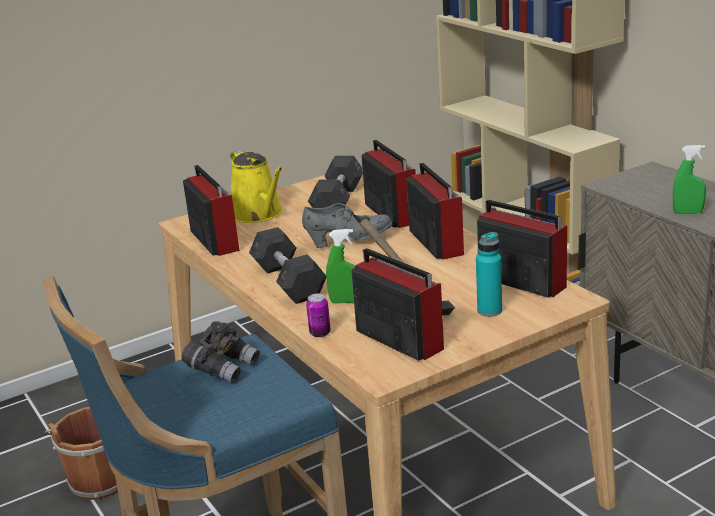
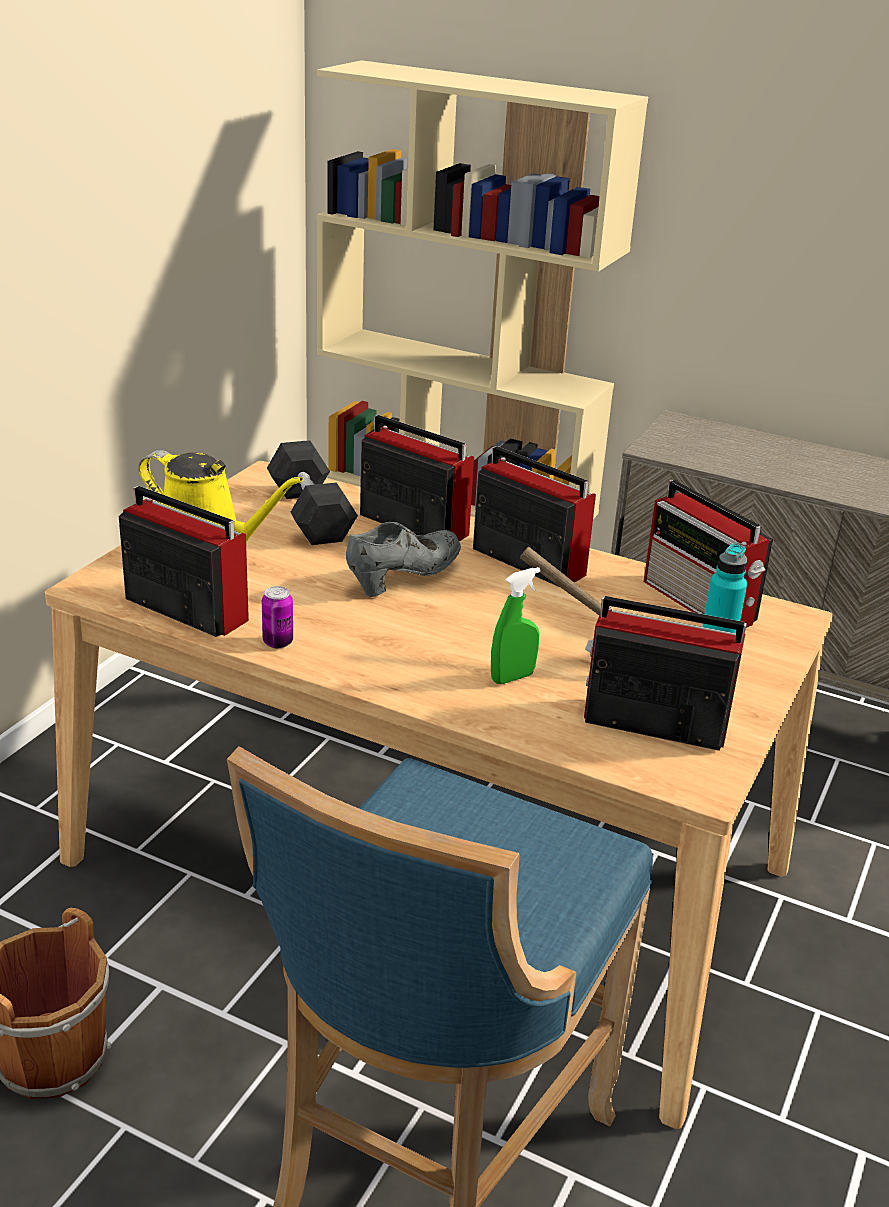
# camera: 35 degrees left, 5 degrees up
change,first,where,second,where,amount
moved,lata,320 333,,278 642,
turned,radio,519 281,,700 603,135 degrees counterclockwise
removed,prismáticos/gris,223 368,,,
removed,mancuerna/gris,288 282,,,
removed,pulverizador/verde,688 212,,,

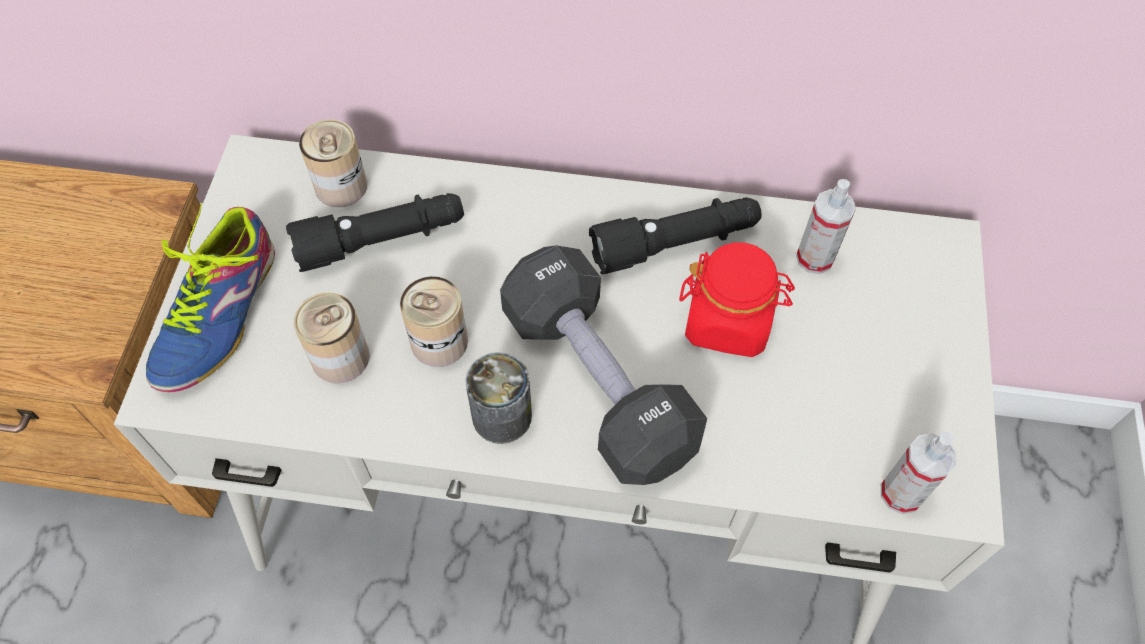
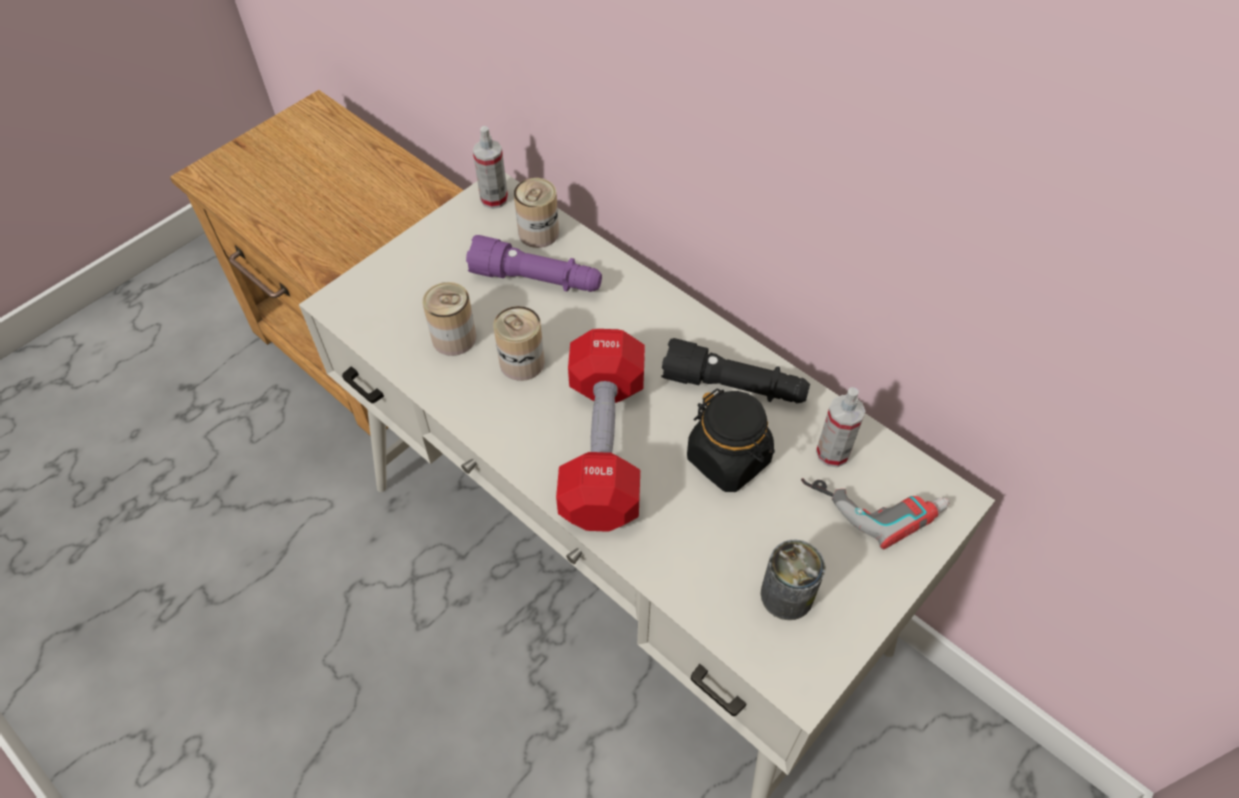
# camera: 35 degrees right, 5 degrees down
change,first,where,second,where,amount
recoloured,linterna/negro,382 240,linterna/morado,537 280,
moved,pulverizador,901 493,,494 199,
recoloured,mancuerna/negro,598 382,mancuerna/rojo,603 446,
recoloured,tarro/rojo,728 321,tarro/negro,729 459,
moved,lata,502 416,,786 595,
added,,,taladro,874 498,
removed,zapato,219 313,,,

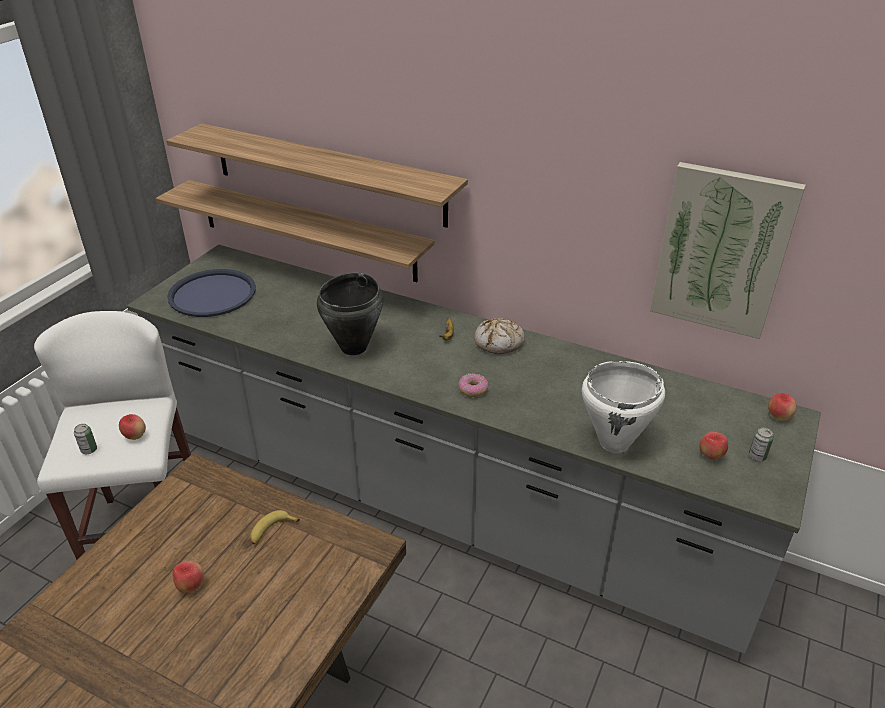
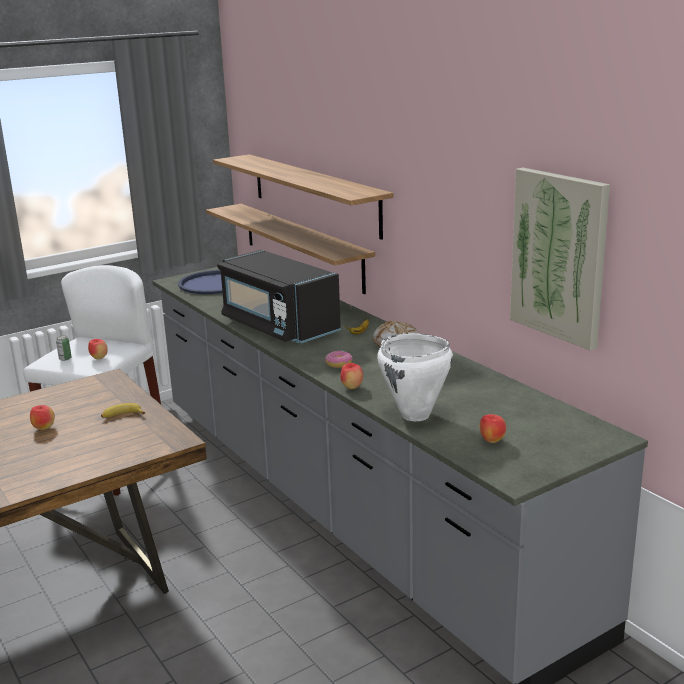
# camera: 30 degrees right, 15 degrees down
change,first,where,second,where,amount
replaced,olla/negro,354 347,microondas/negro,278 326,
moved,manzana,778 417,,352 387,
removed,lata,757 456,,,

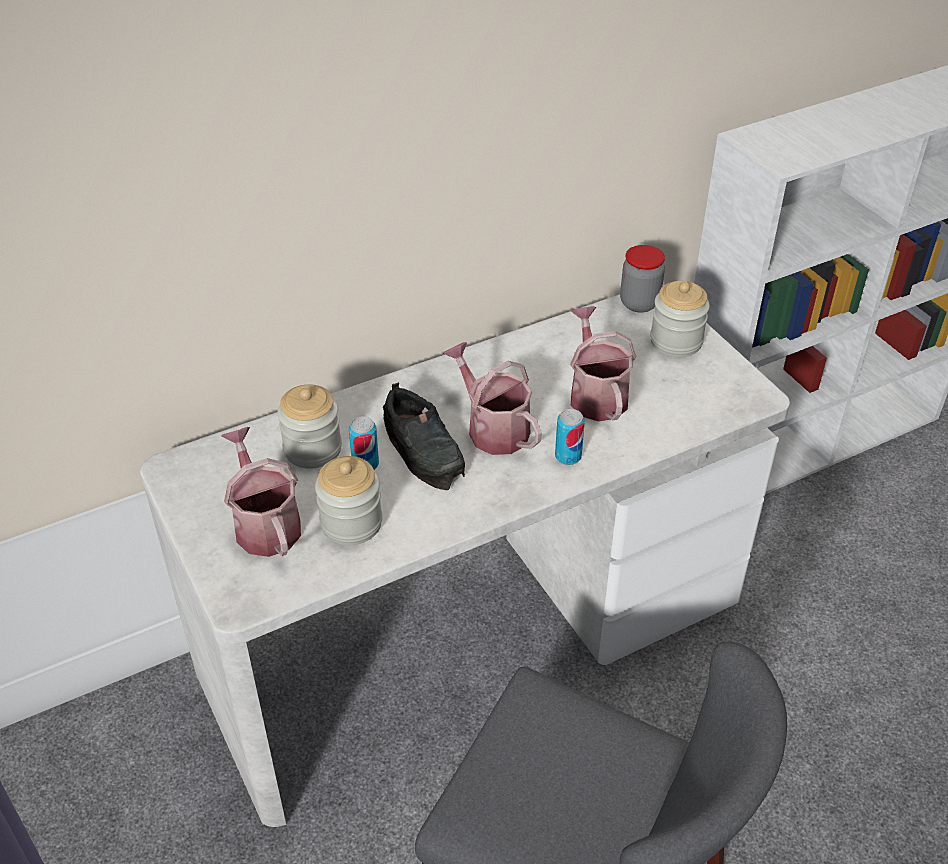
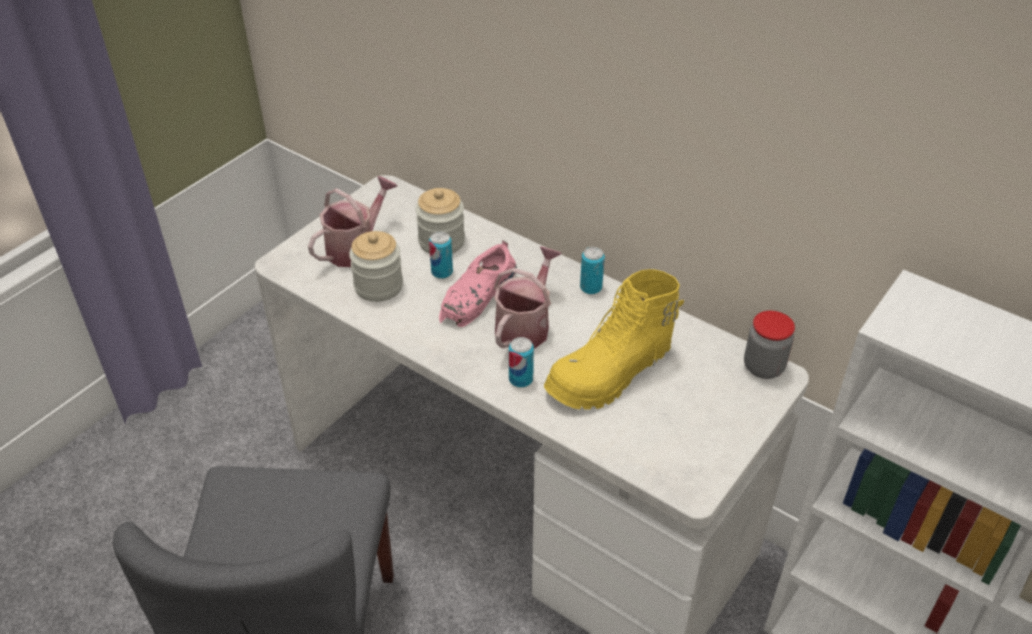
# camera: 65 degrees right, 0 degrees up
change,first,where,second,where,amount
recoloured,zapato/negro,424 448,zapato/rosa,478 295,
replaced,regadera,596 394,bota/amarillo,611 374,
added,,,lata,591 287,
removed,tarro,676 341,,,

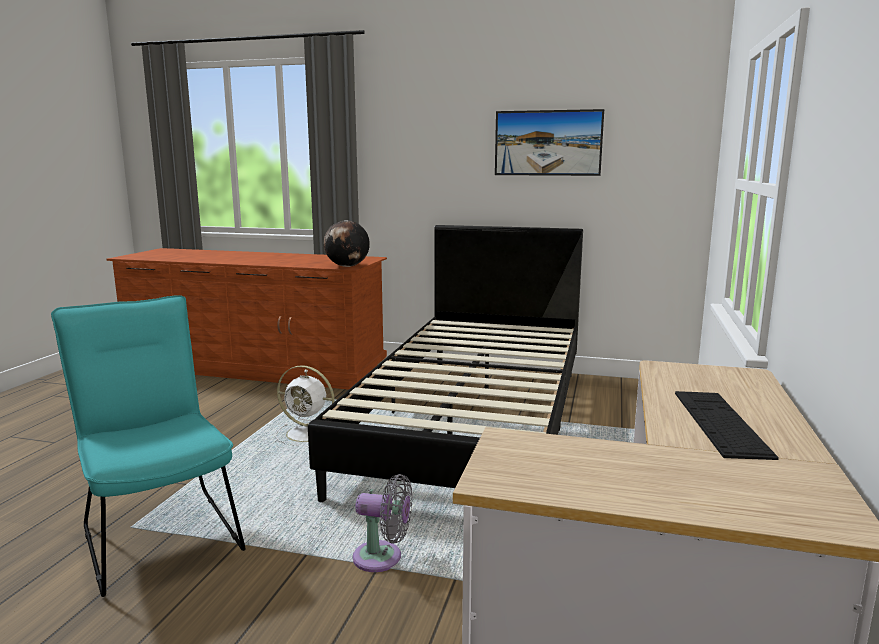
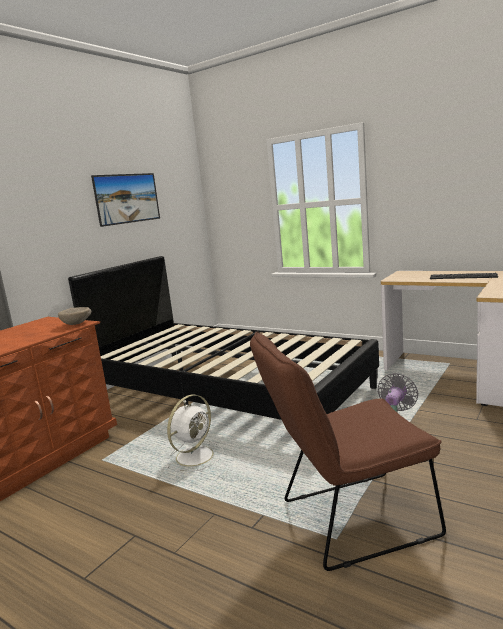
# camera: 70 degrees left, 0 degrees up
change,first,where,second,where,amount
replaced,globo terráqueo,347 266,cuenco/beis,77 324,
recoloured,silla/turquesa,159 532,silla/marrón,348 520,

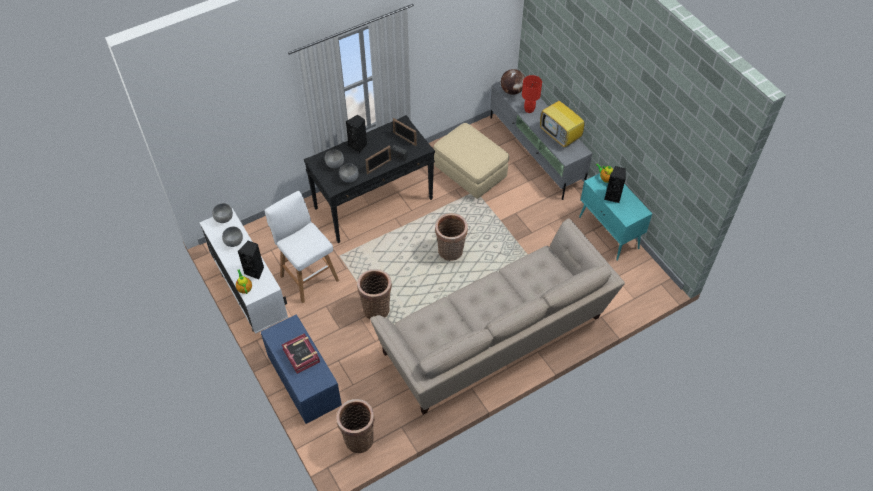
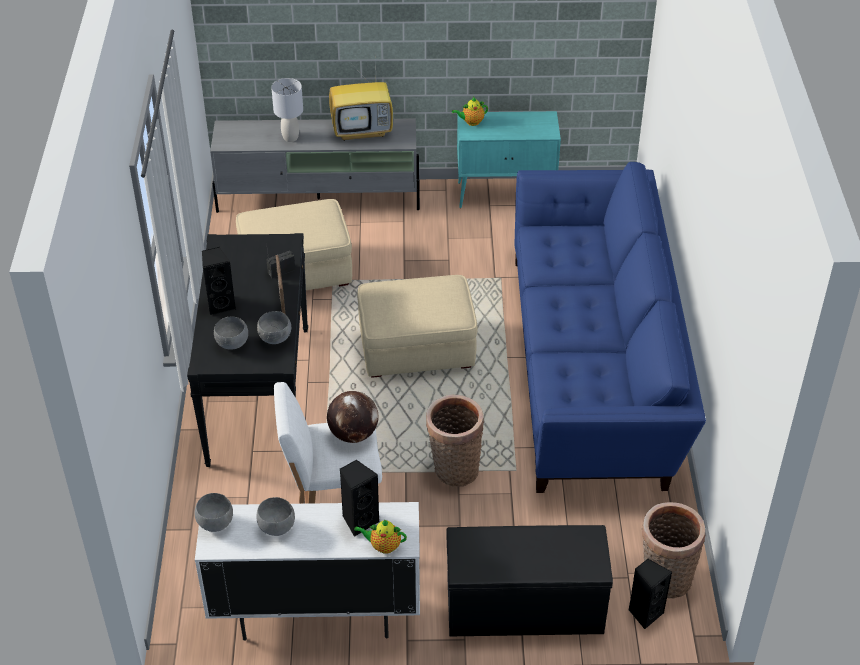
# camera: 60 degrees left, 10 degrees down
change,first,where,second,where,amount
recoloured,lámpara de mesa/rojo,529 110,lámpara de mesa/gris,291 137,
moved,globo terráqueo,512 91,,353 434,
replaced,cesta,450 252,puf/beis,417 350,
recoloured,banco/azul,303 380,banco/negro,523 607,
recoloured,sofá/beis,494 339,sofá/azul,594 367,
moved,altavoz/negro,613 196,,645 613,
removed,libro,301 355,,,
removed,portarretratos,404 139,,,

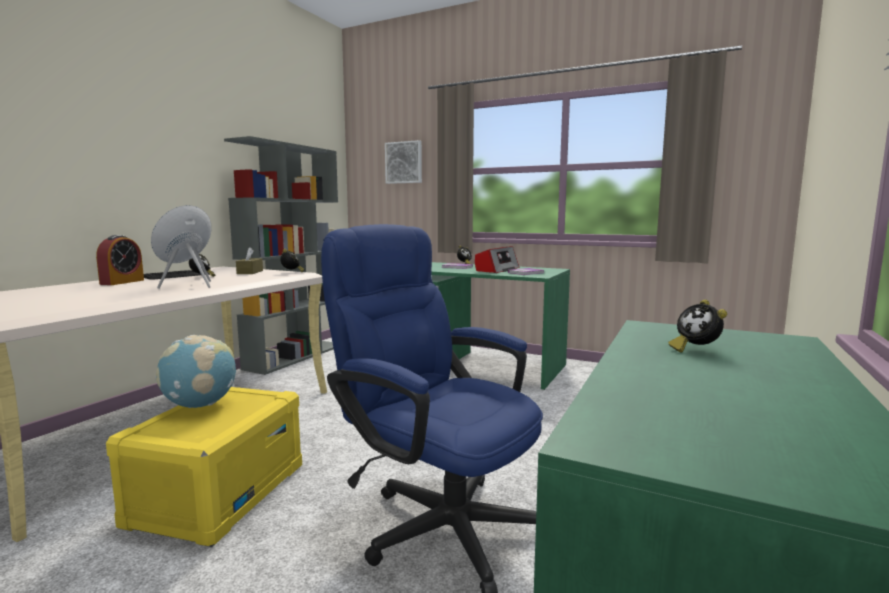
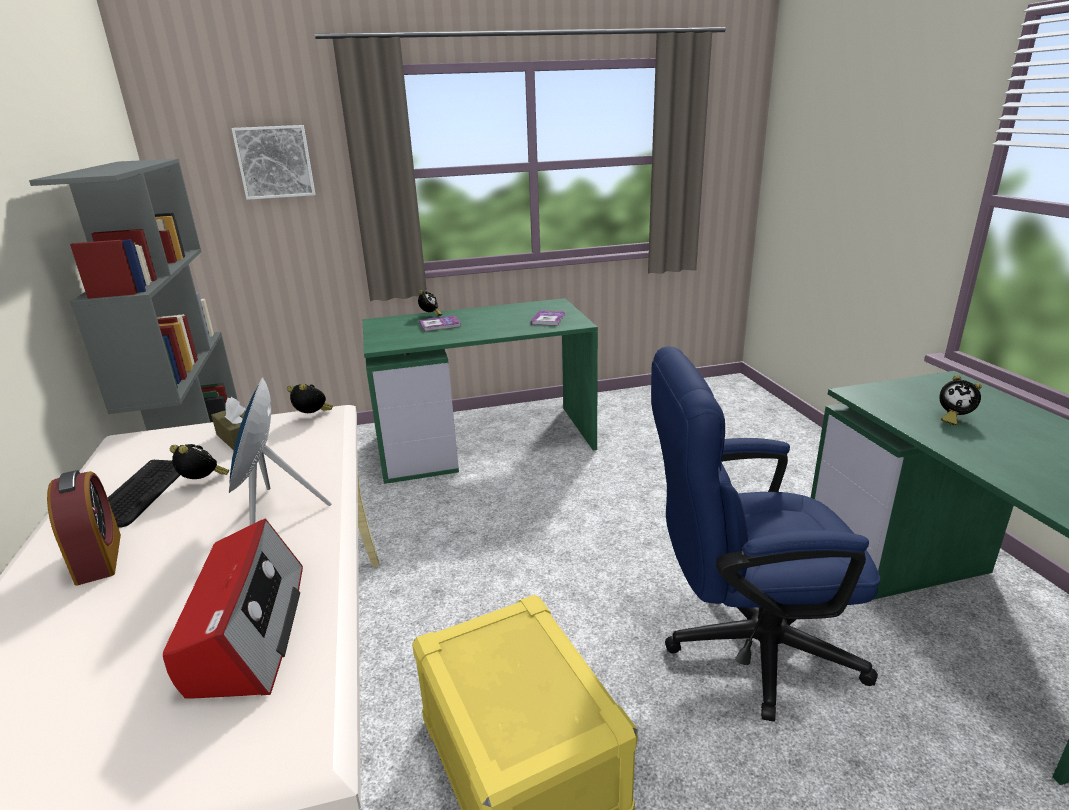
# camera: 40 degrees left, 15 degrees up
change,first,where,second,where,amount
moved,radio,497 270,,247 630,
removed,globo terráqueo,200 405,,,

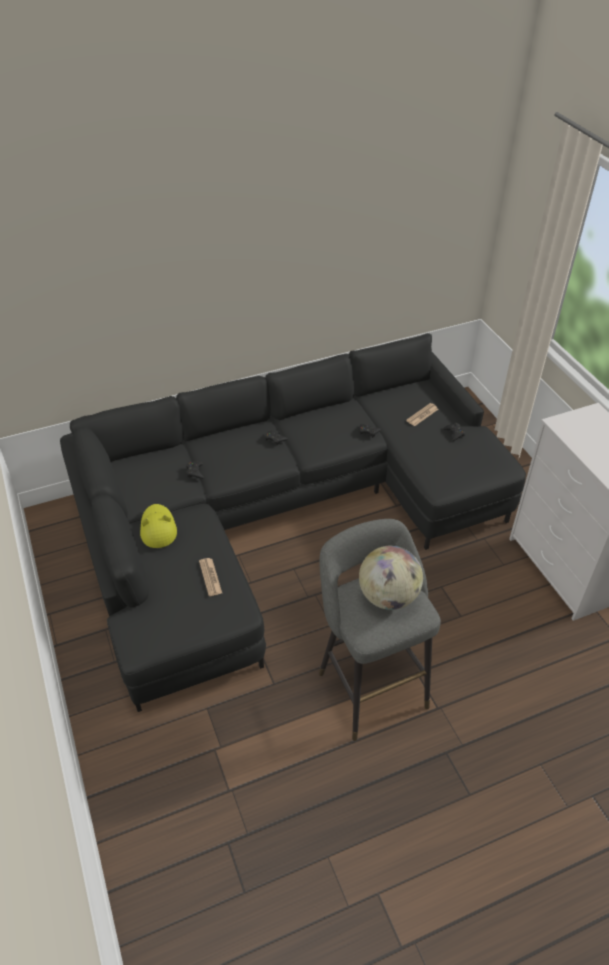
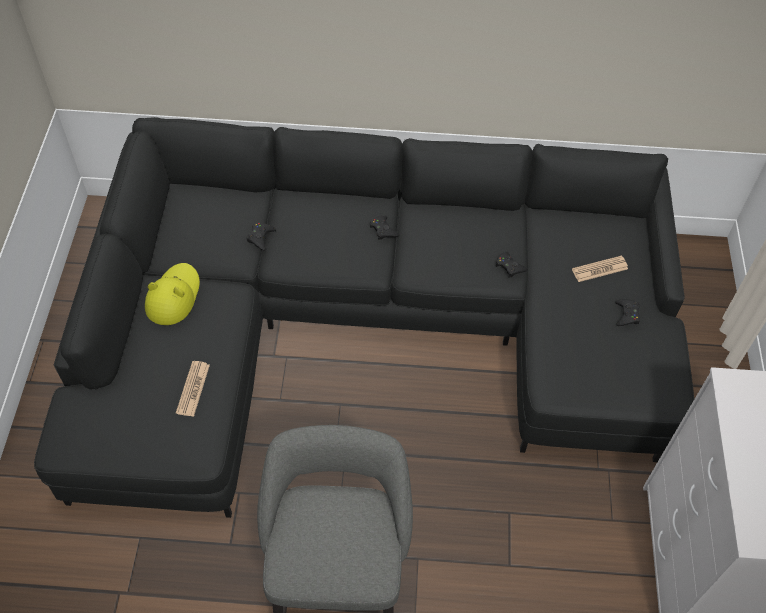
# camera: 25 degrees right, 10 degrees up
change,first,where,second,where,amount
removed,globo terráqueo,388 596,,,

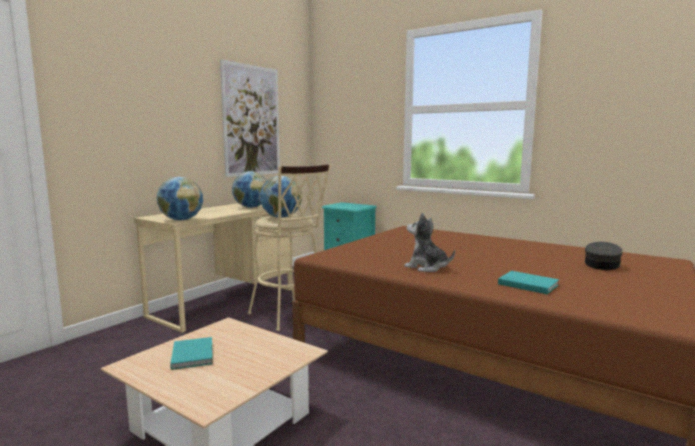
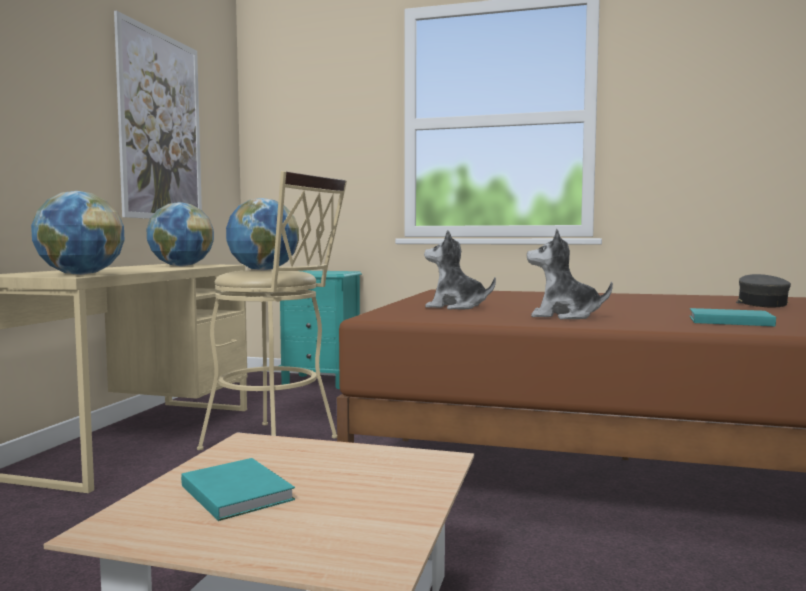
# camera: 20 degrees left, 5 degrees down
change,first,where,second,where,amount
added,,,peluche,455 307,

